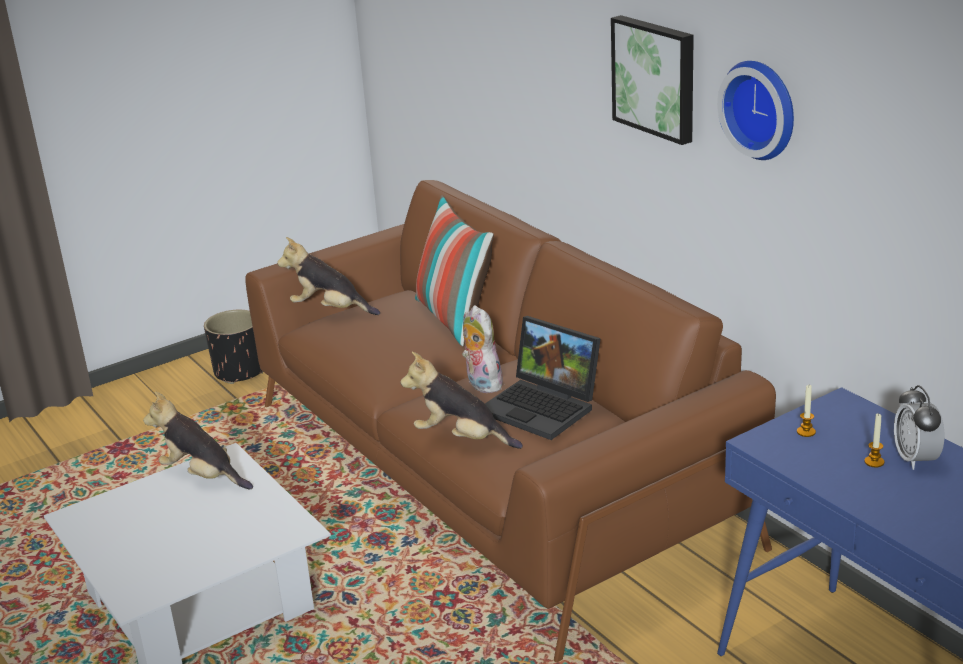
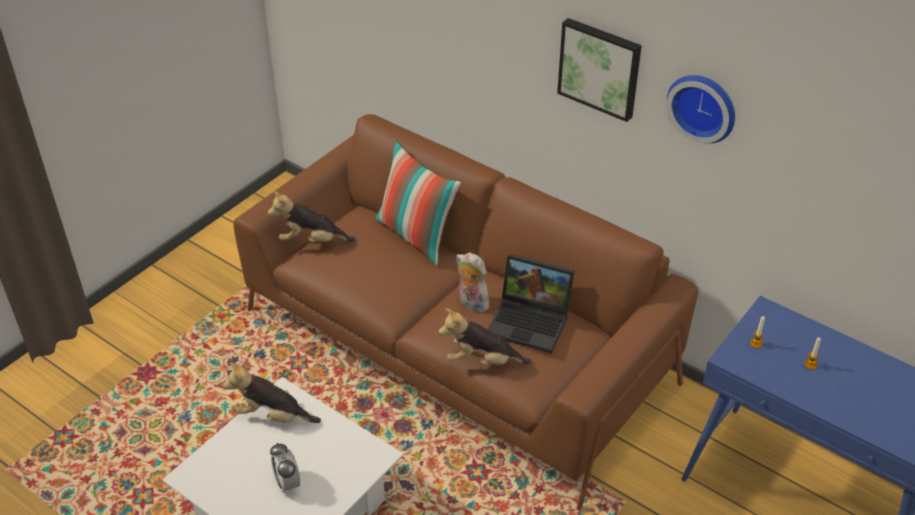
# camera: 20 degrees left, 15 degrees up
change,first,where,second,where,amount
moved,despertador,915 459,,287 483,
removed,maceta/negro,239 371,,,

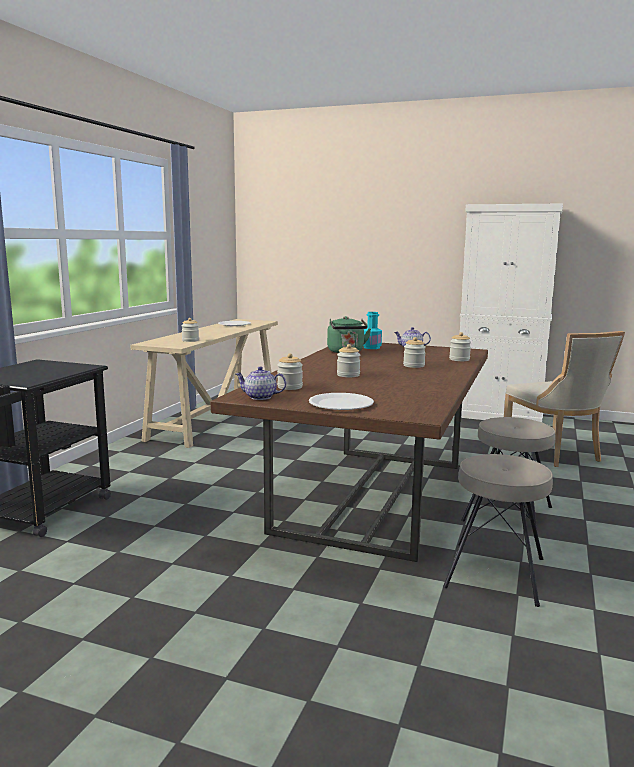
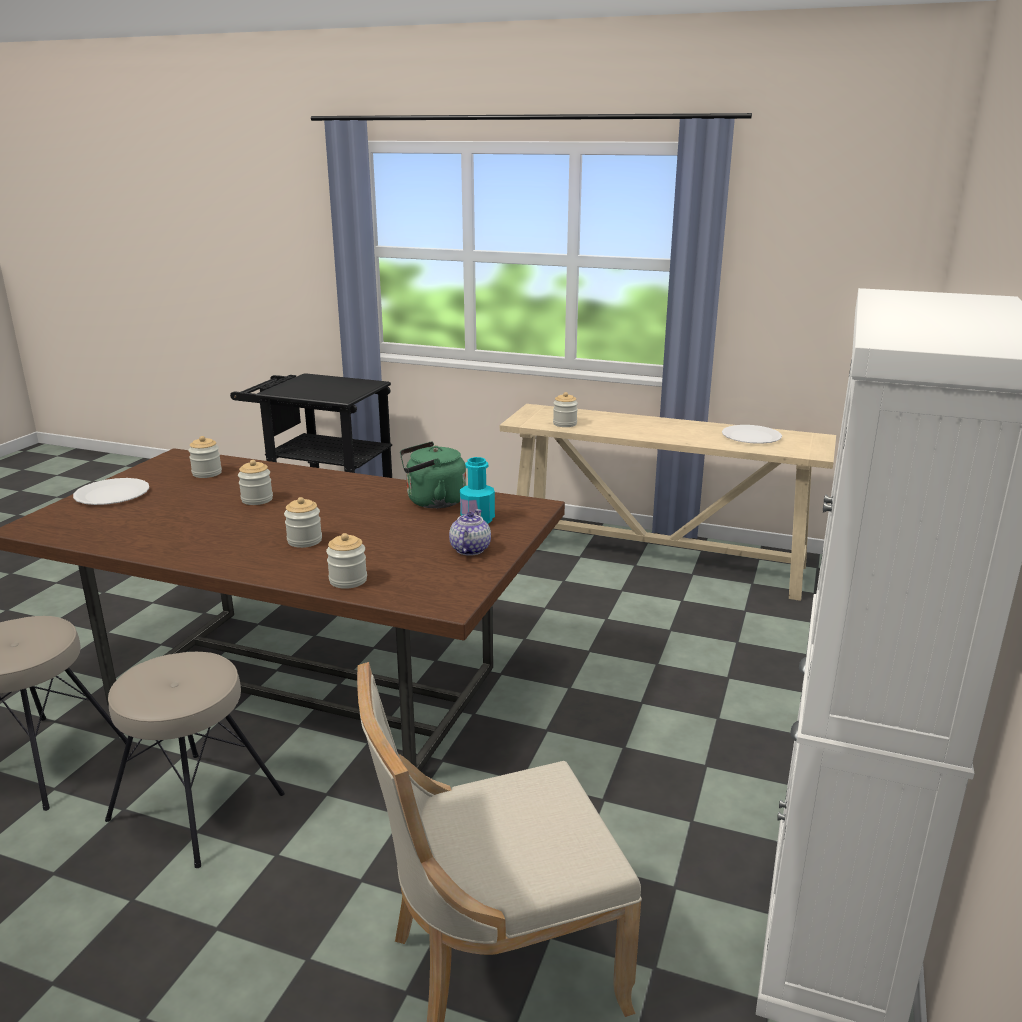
# camera: 90 degrees right, 10 degrees up
change,first,where,second,where,amount
removed,tetera,260 397,,,

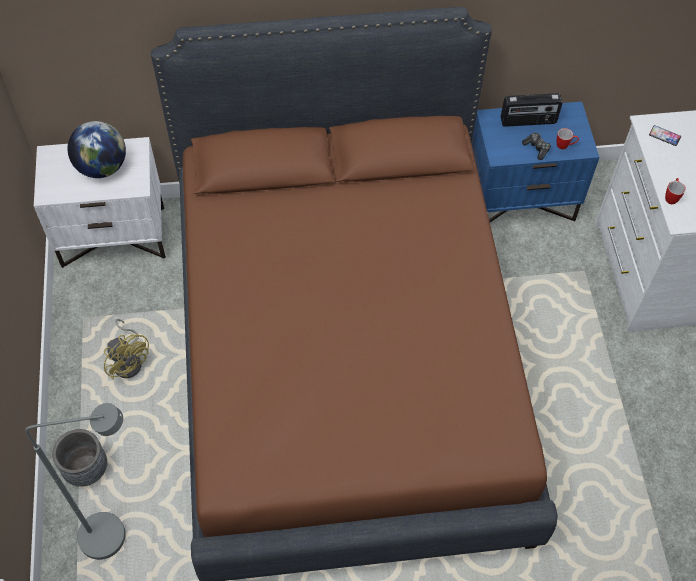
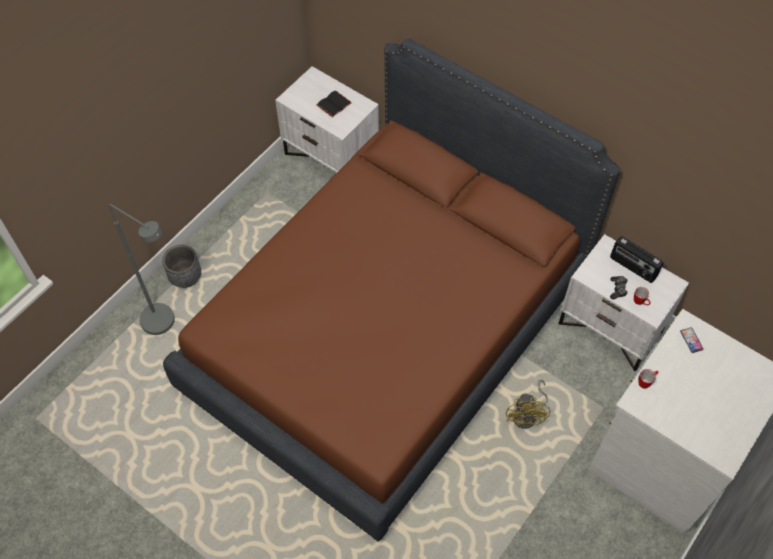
# camera: 45 degrees right, 0 degrees up
change,first,where,second,where,amount
replaced,globo terráqueo,102 167,libro/negro,333 104,
moved,ventilador/amarillo,129 360,,528 415,
recoloured,mesita de noche/azul,520 199,mesita de noche/blanco,611 327,

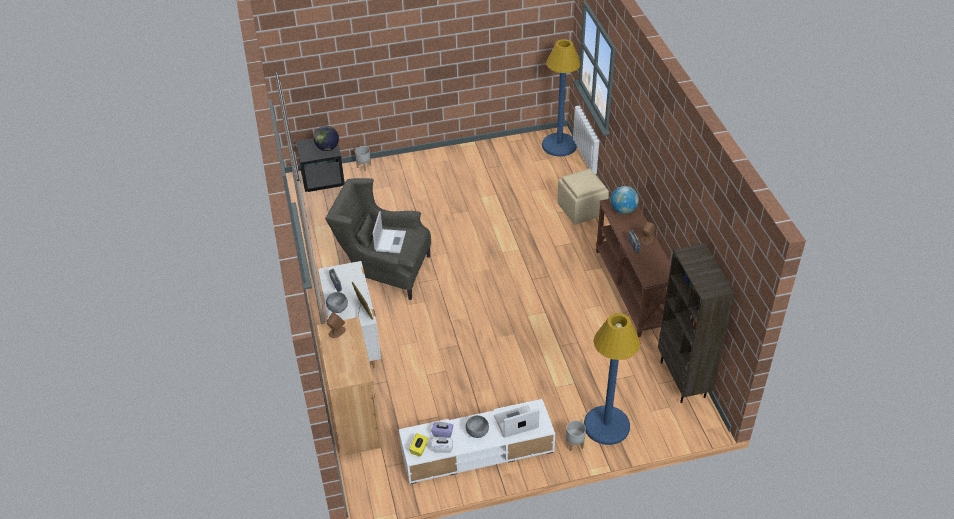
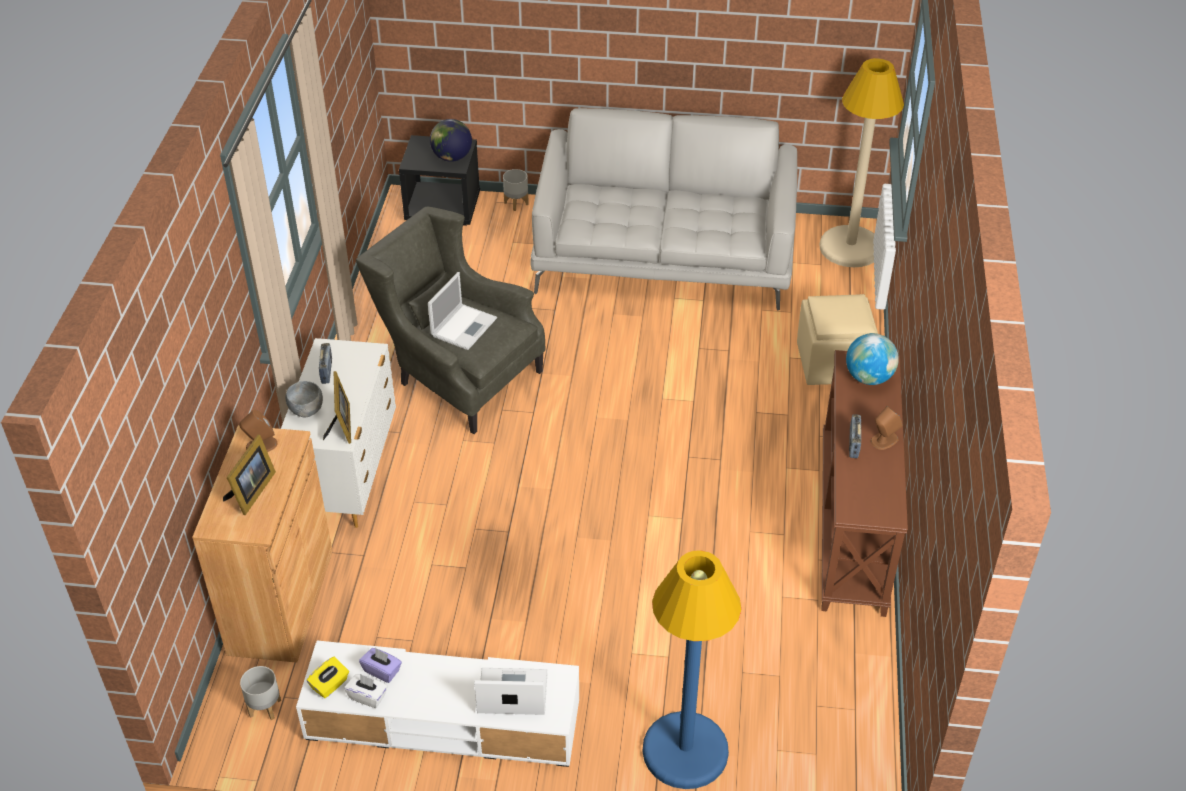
# camera: 20 degrees right, 0 degrees up
change,first,where,second,where,amount
added,,,portarretratos,251 492,
moved,maceta/gris,574 444,,264 707,
added,,,sofá/gris,665 253,
recoloured,lámpara de pie/azul,559 145,lámpara de pie/beis,850 248,
removed,cuenco/gris,477 432,,,
removed,estantería/marrón,683 379,,,

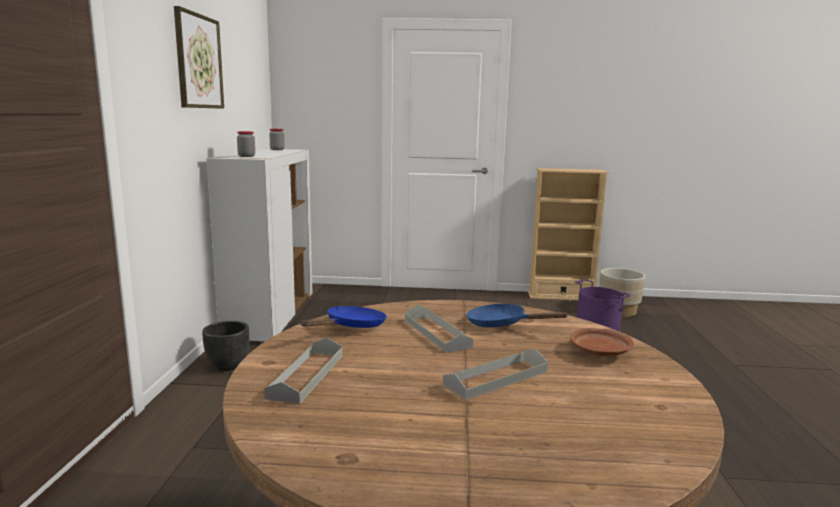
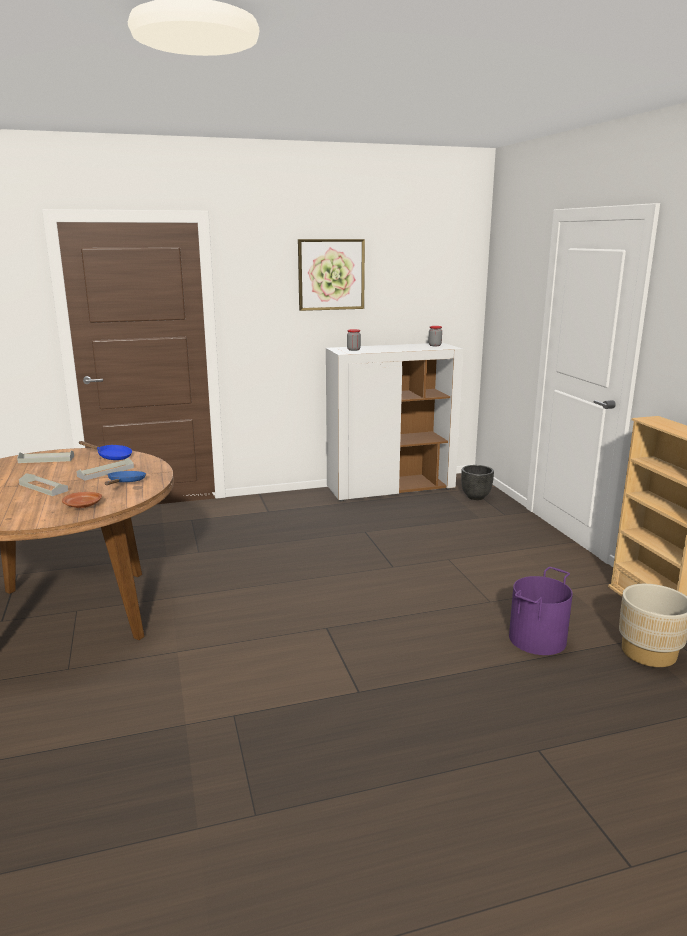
# camera: 70 degrees right, 5 degrees up
change,first,where,second,where,amount
moved,maceta/negro,227 366,,475 497,

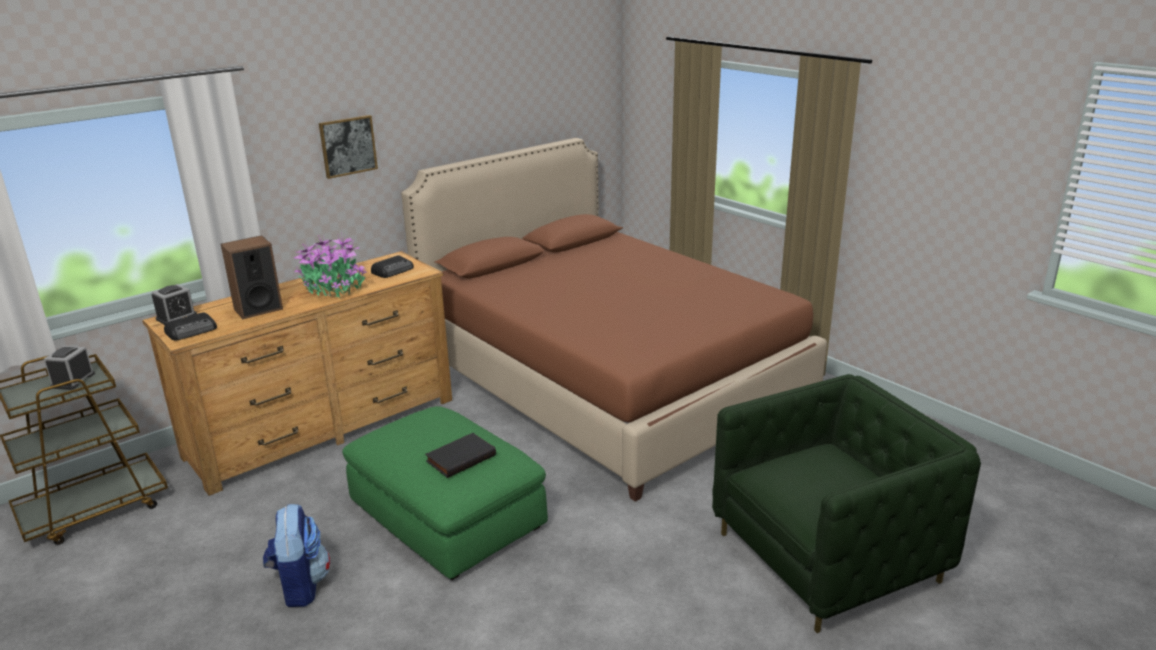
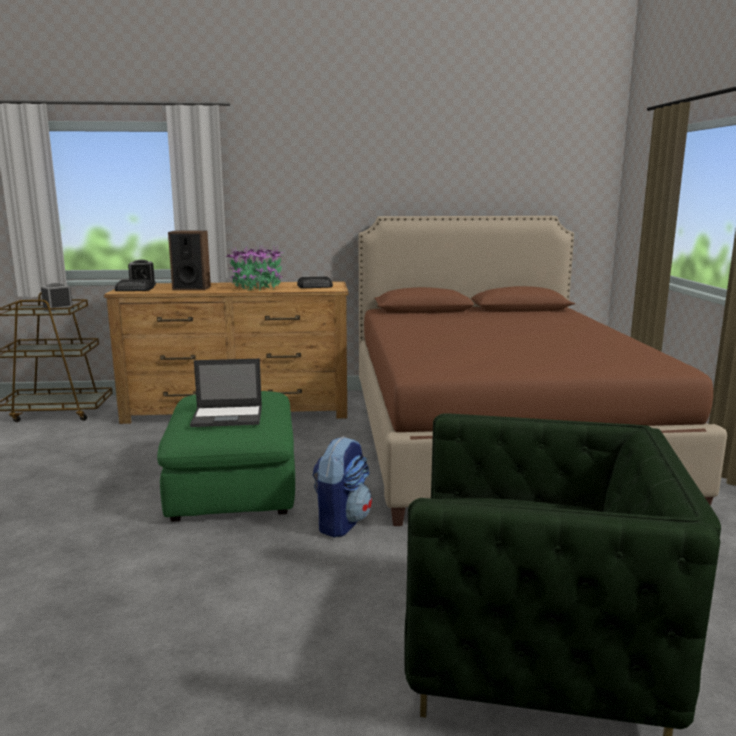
# camera: 35 degrees right, 10 degrees down
change,first,where,second,where,amount
replaced,libro/negro,460 457,portátil,228 416,
moved,mochila,300 586,,341 522,
removed,cuadro,348 146,,,

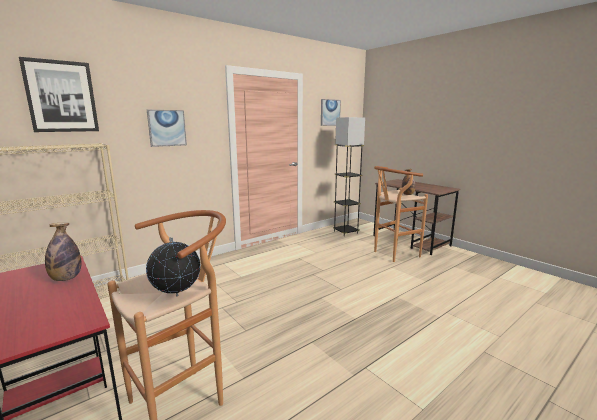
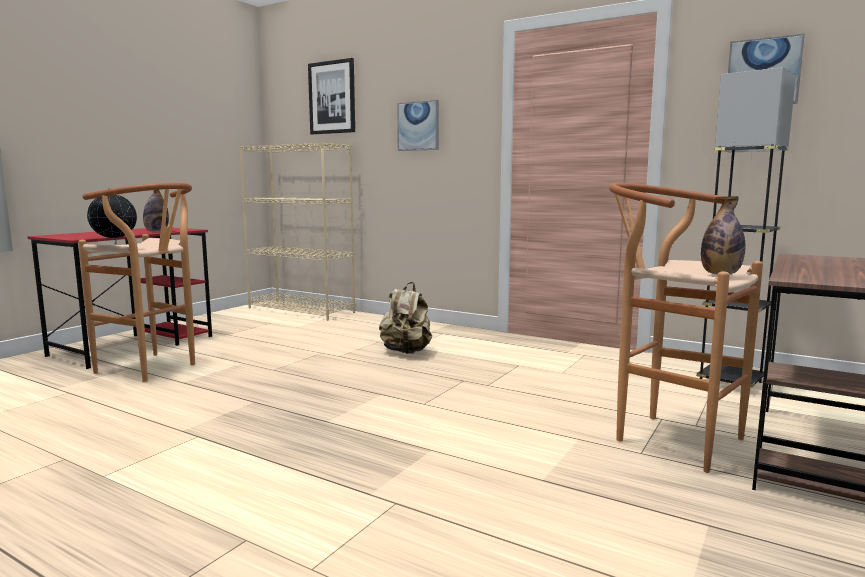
# camera: 70 degrees right, 5 degrees down
change,first,where,second,where,amount
added,,,mochila/beis,406 352,

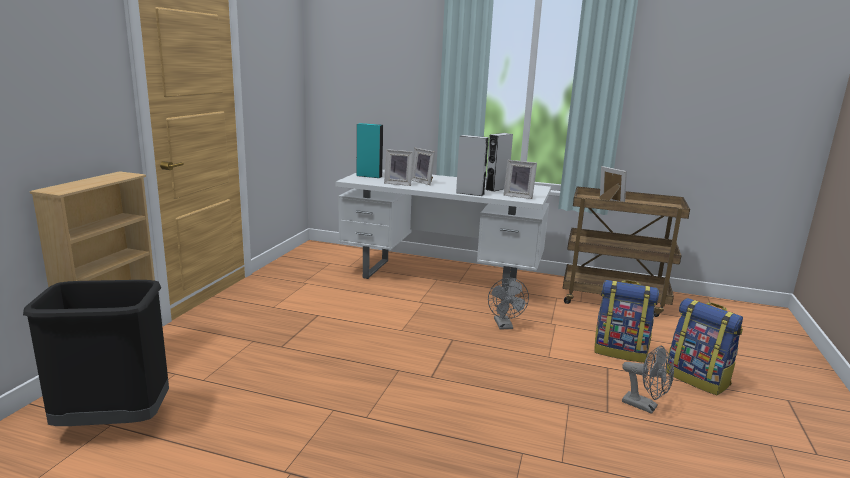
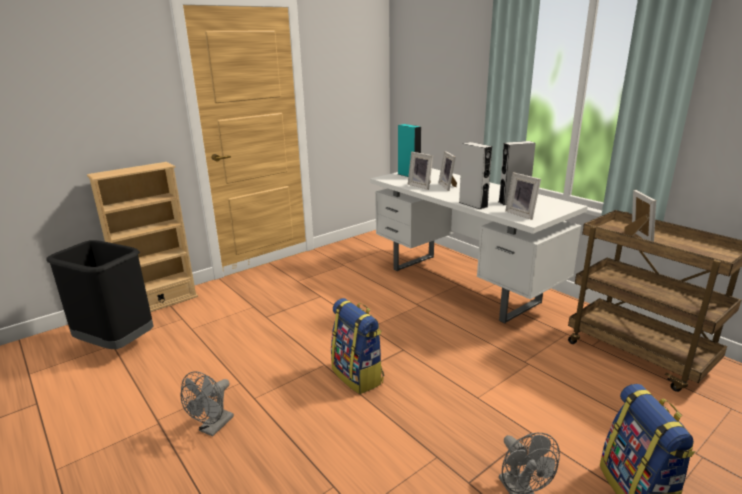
# camera: 35 degrees right, 5 degrees up
change,first,where,second,where,amount
moved,ventilador/gris,504 326,,213 428,
moved,mochila,620 351,,358 376,

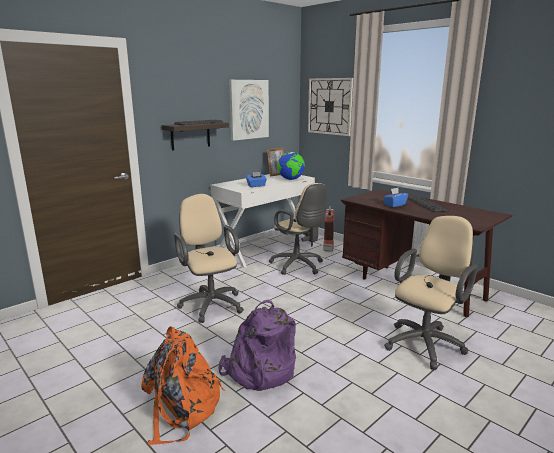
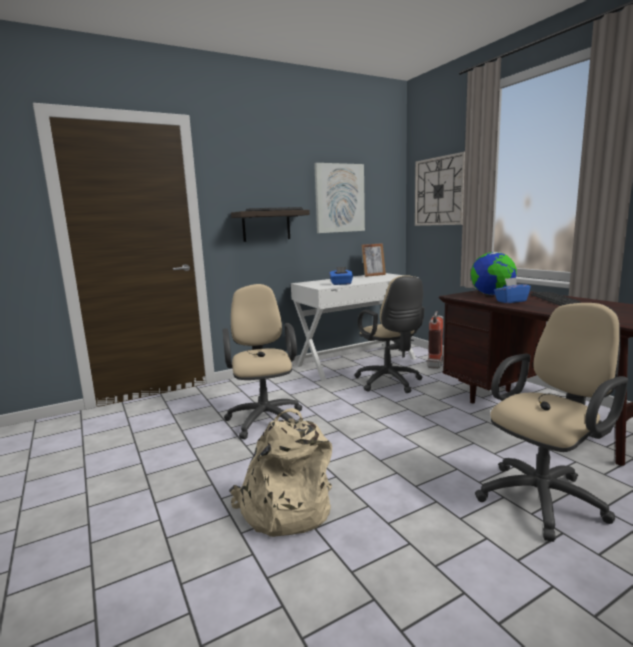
# camera: 15 degrees right, 5 degrees down
change,first,where,second,where,amount
recoloured,mochila/morado,259 371,mochila/beis,284 508,
moved,globo terráqueo,290 179,,492 295,
removed,mochila/naranja,181 408,,,

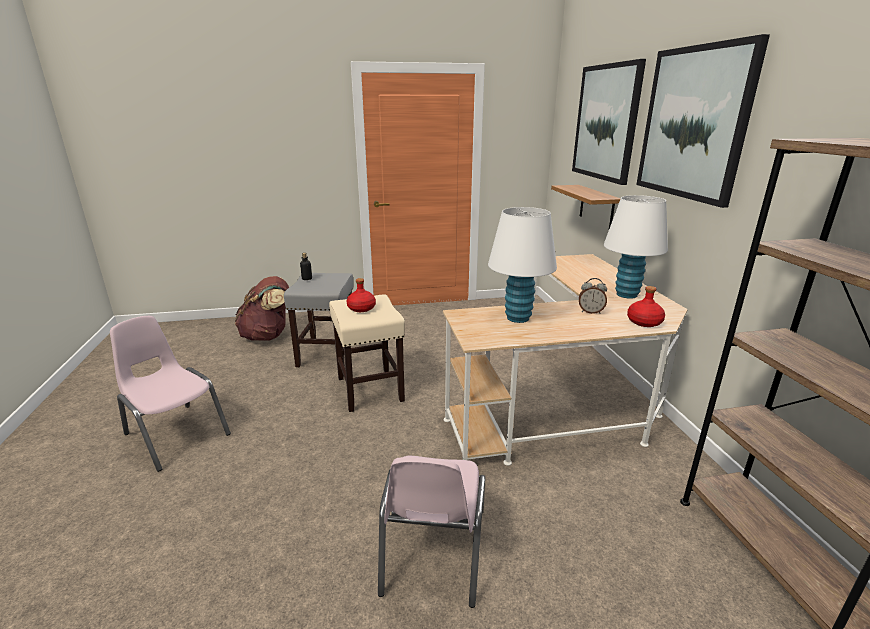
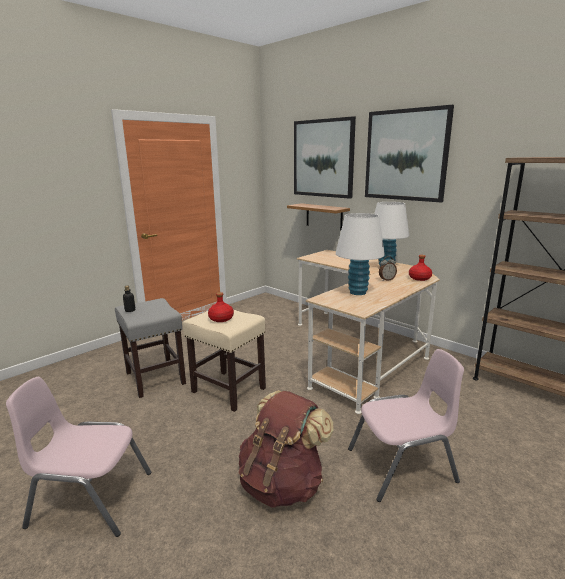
# camera: 35 degrees left, 5 degrees down
change,first,where,second,where,amount
moved,mochila/marrón,268 336,,282 483,
turned,silla/rosa,432 550,,402 466,75 degrees counterclockwise

